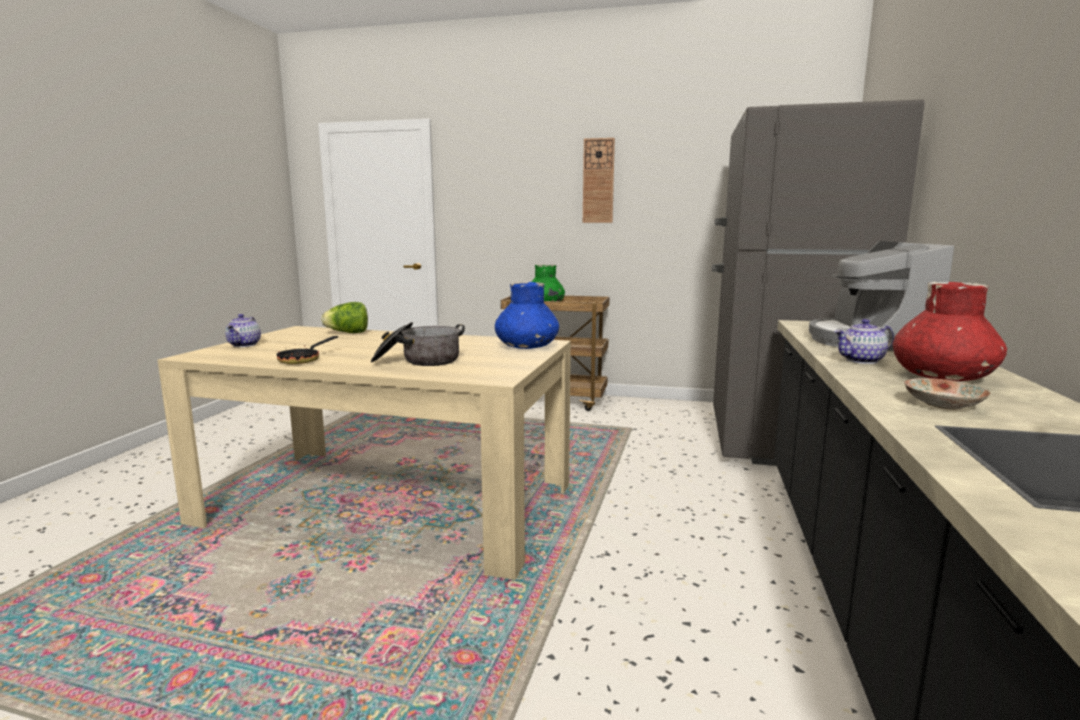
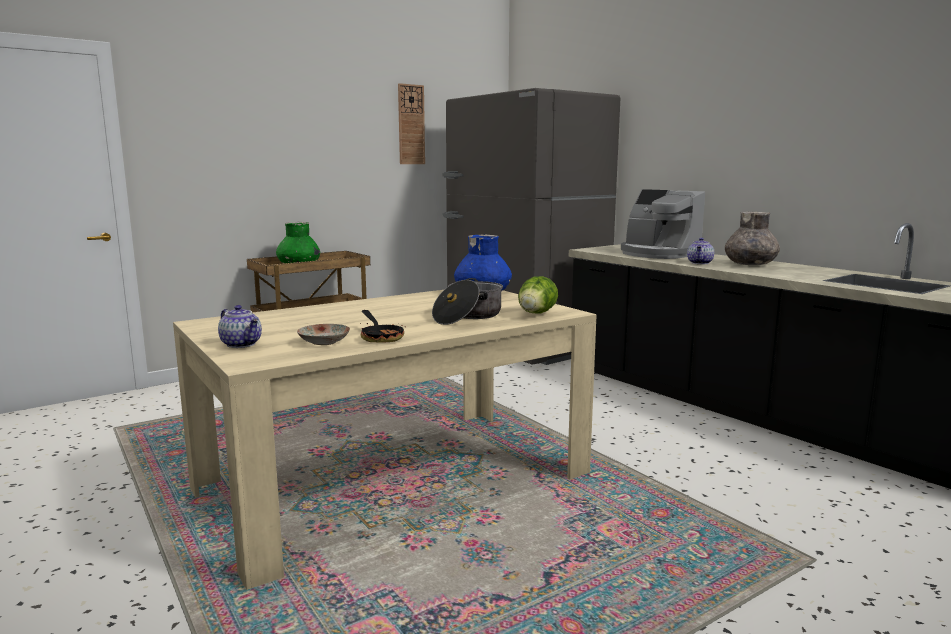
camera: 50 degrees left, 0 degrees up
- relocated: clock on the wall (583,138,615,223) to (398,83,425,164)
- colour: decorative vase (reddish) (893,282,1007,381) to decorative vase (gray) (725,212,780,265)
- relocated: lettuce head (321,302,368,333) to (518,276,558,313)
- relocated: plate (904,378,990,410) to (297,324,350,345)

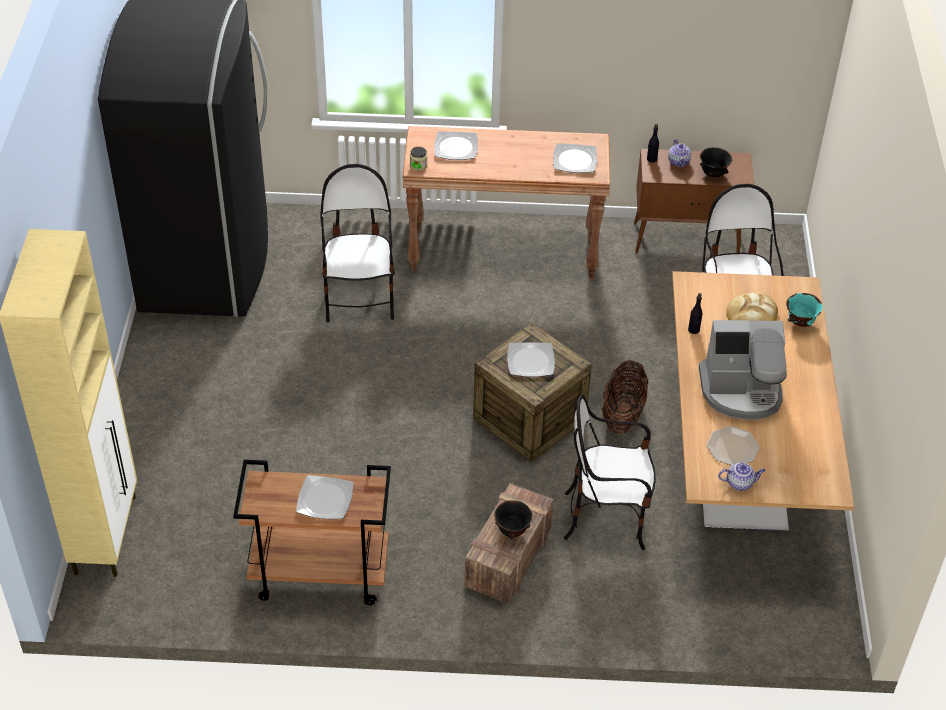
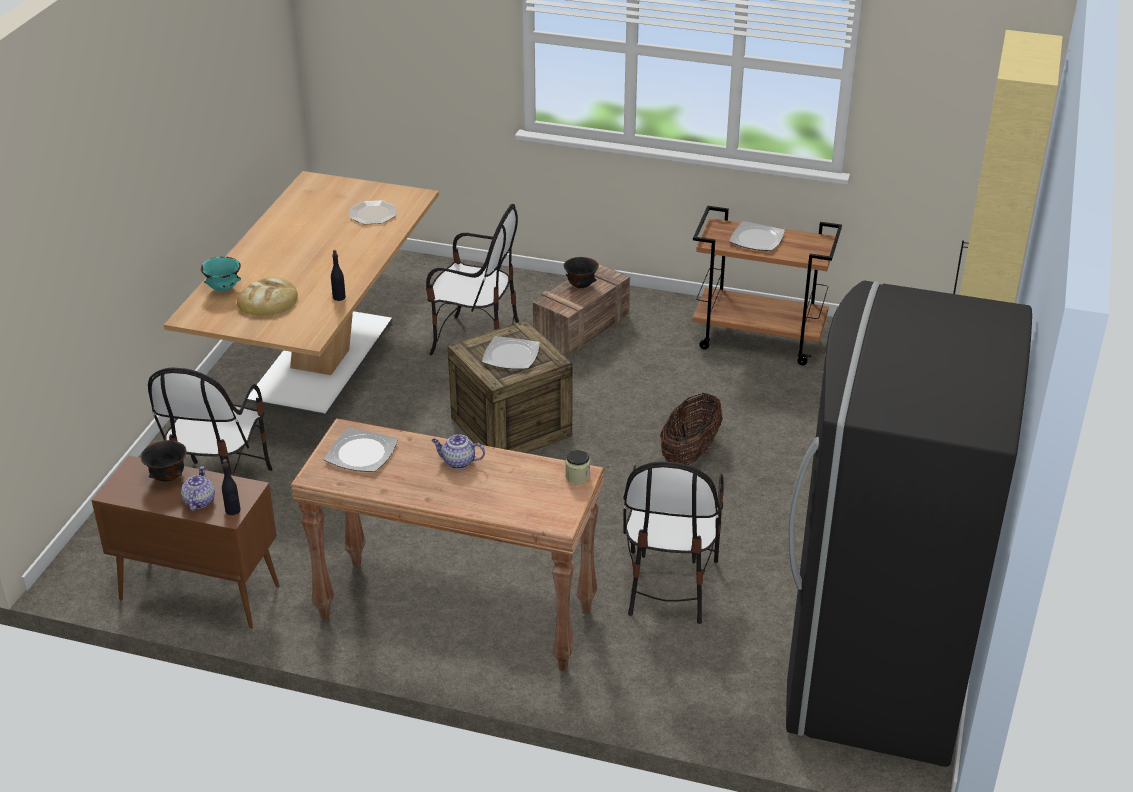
camera: 165 degrees left, 10 degrees down
- missing: plate (434,131,478,160)
- missing: coffee brewer (699,320,787,420)
- relocated: basket (602,360,648,434) to (660,393,723,465)
- relocated: pot for tea (718,462,765,490) to (431,434,485,469)

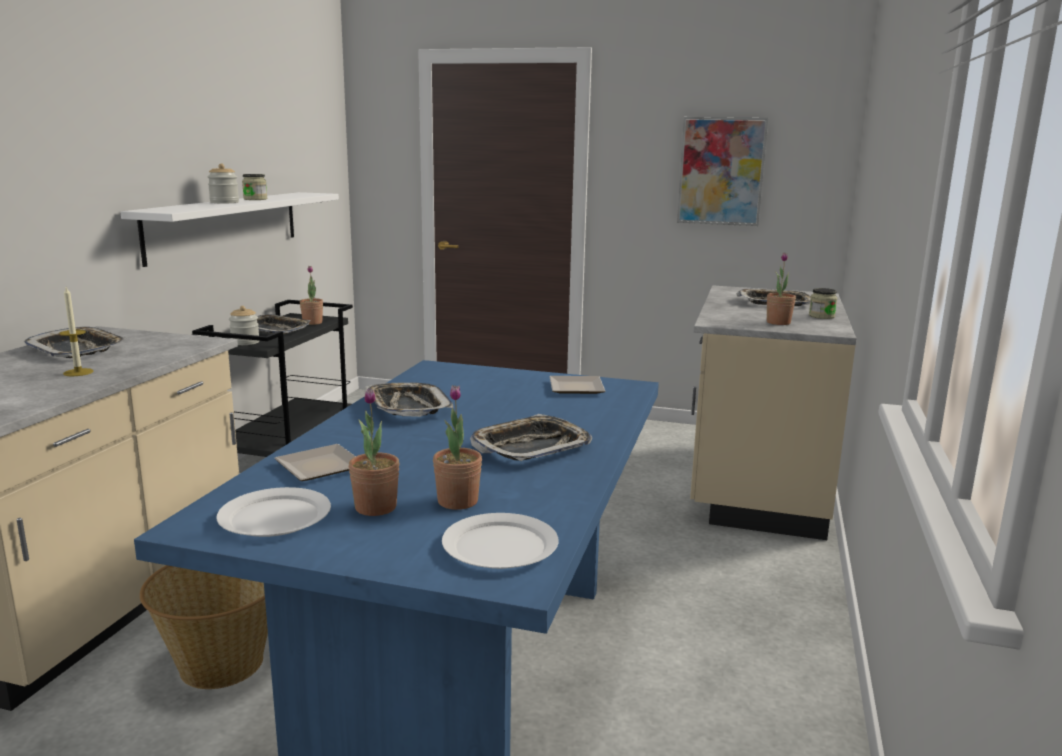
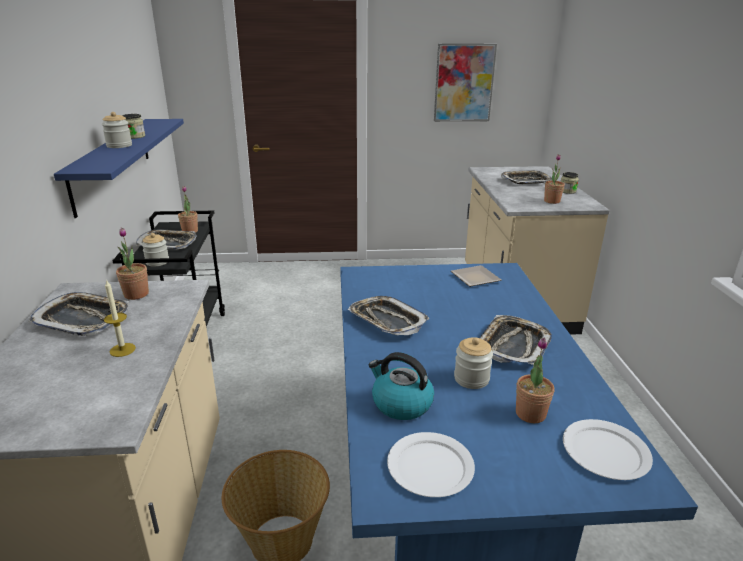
camera: 20 degrees left, 10 degrees up
- colour: wall shelf (white) (120,192,339,267) to wall shelf (bluish) (54,119,184,218)
- relocated: potted plant (349,388,400,516) to (116,227,149,300)
- exchanged: plate (275,444,356,481) to water kettle (368,352,434,420)
- appeared: jar (454,337,493,389)

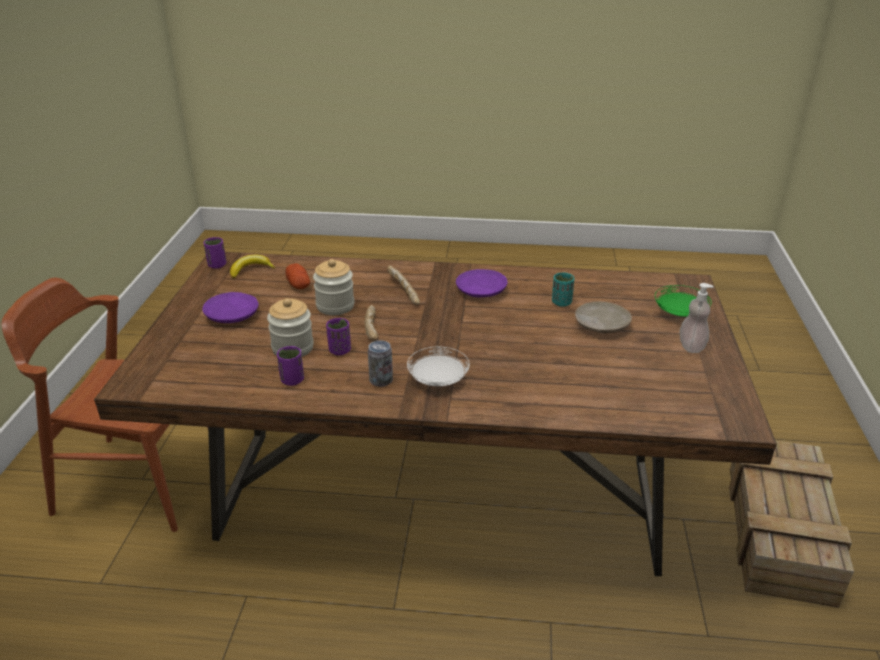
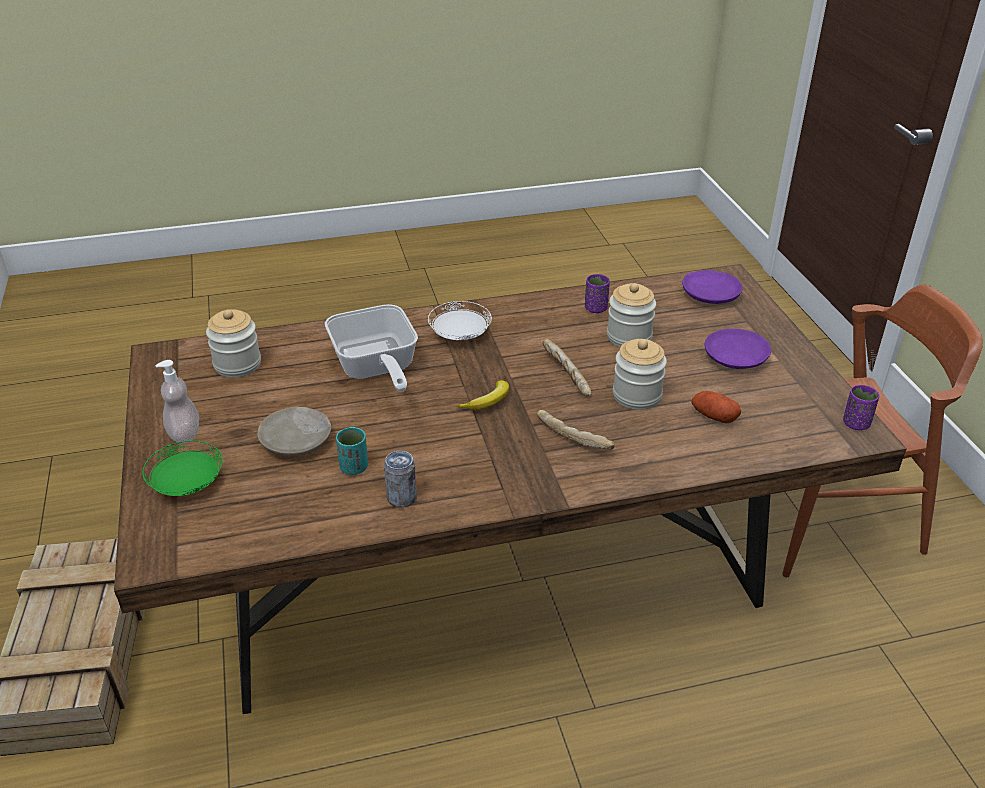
camera: 160 degrees right, 5 degrees up
- relocated: banana fruit (230,255,275,278) to (456,380,509,410)
- relocated: plate (purple) (456,269,508,298) to (682,270,742,304)
- missing: cup (purple) (326,318,351,355)
- relocated: metal can (368,340,393,387) to (384,451,417,508)
- appeared: pan (325,304,418,392)
- appeared: jar (206,309,261,378)

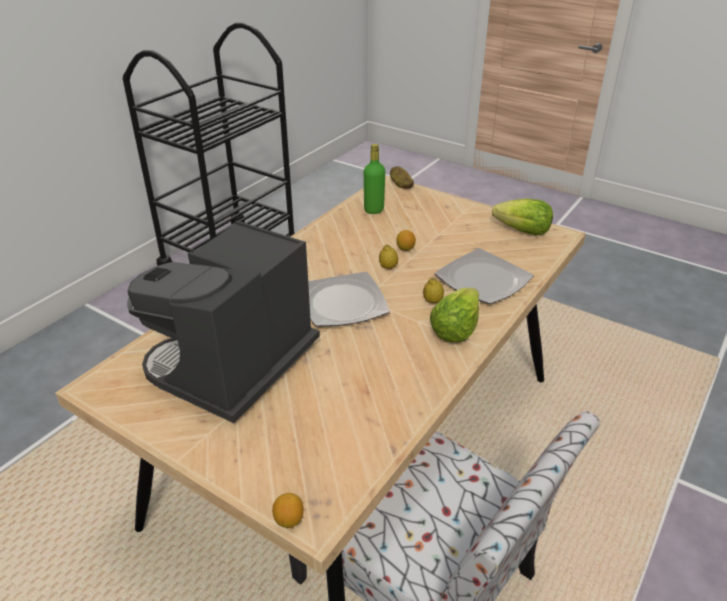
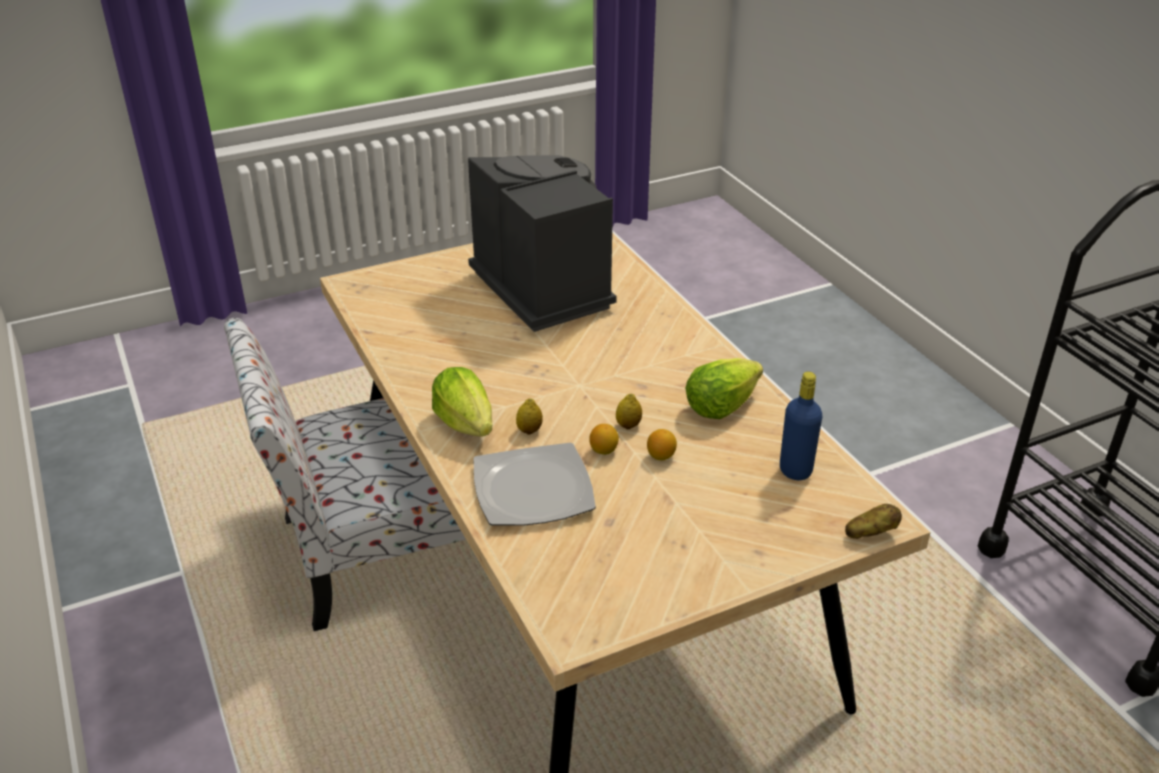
camera: 120 degrees right, 0 degrees up
- colour: drink bottle (green-coloured) (364,144,385,214) to drink bottle (bluish) (780,372,822,480)
- relocated: lettuce head (492,198,553,235) to (685,358,763,419)
- missing: plate (308,272,390,326)
- relocated: lemon (272,493,304,528) to (589,424,619,455)

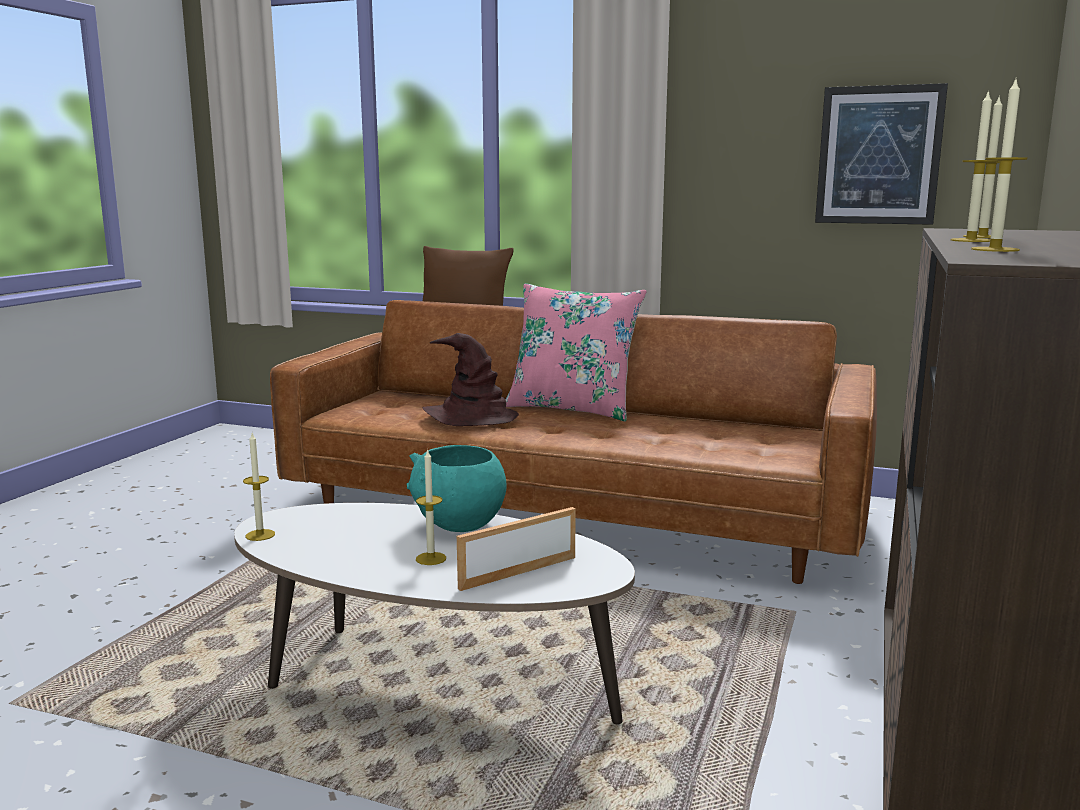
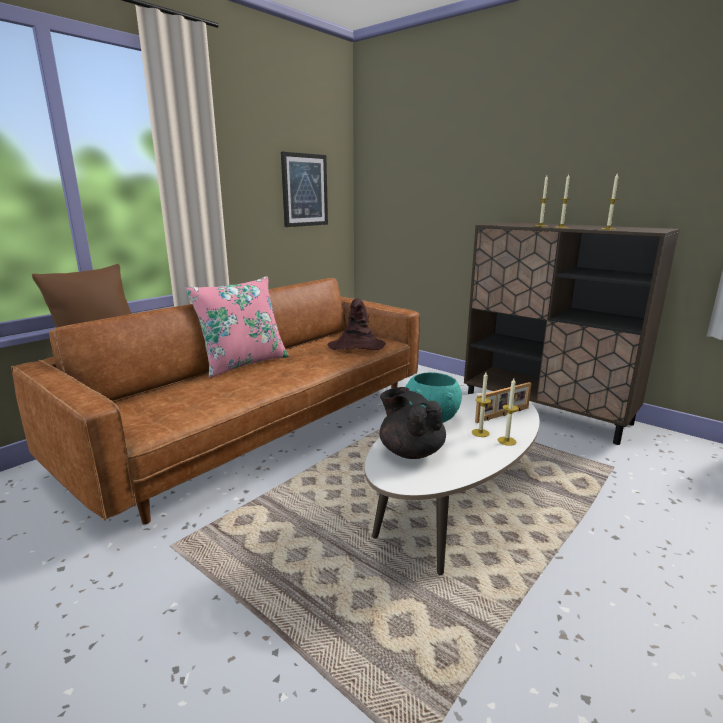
camera: 70 degrees left, 5 degrees up
- relocated: clothing hat (brown) (423,333,519,426) to (327,298,386,350)
- relocated: wax light (243,433,275,541) to (498,378,519,446)
- spun: standing frame (457,507,576,591) = (475,382,531,423) 105 degrees counterclockwise
- appeared: pot for tea (black) (379,387,446,459)

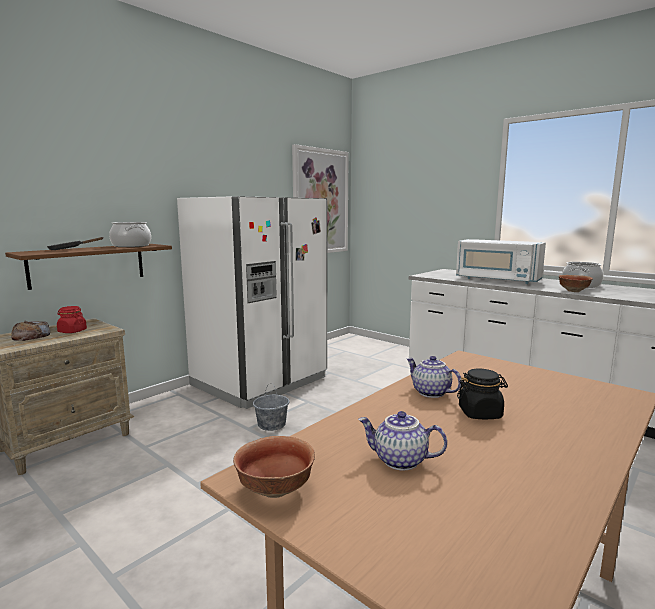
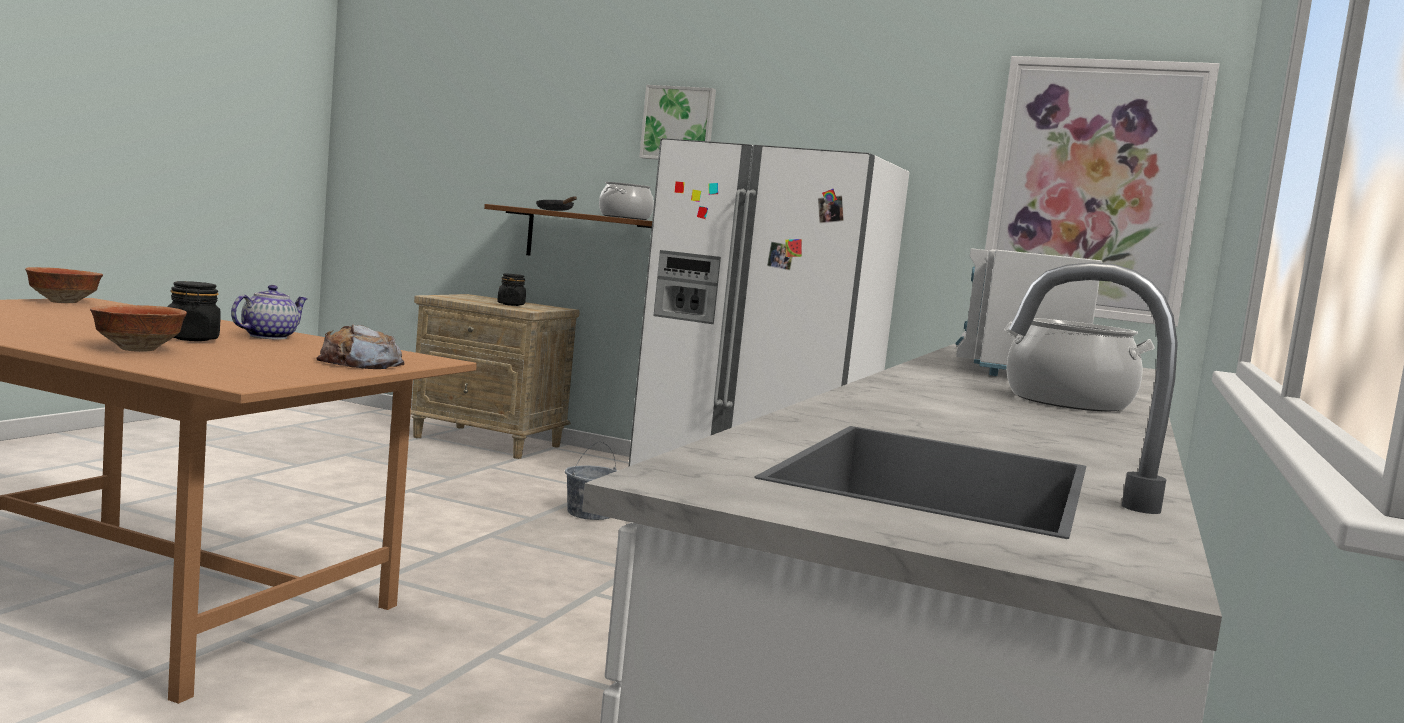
camera: 70 degrees right, 5 degrees down
- relocated: deep dish (559,275,593,292) to (90,305,187,352)
- colour: jar (reddish) (57,306,87,333) to jar (black) (497,273,526,306)
- relocated: baked bread (11,321,50,341) to (317,324,404,369)
- missing: pot for tea (358,411,447,470)
- appeared: wall art (639,85,716,160)

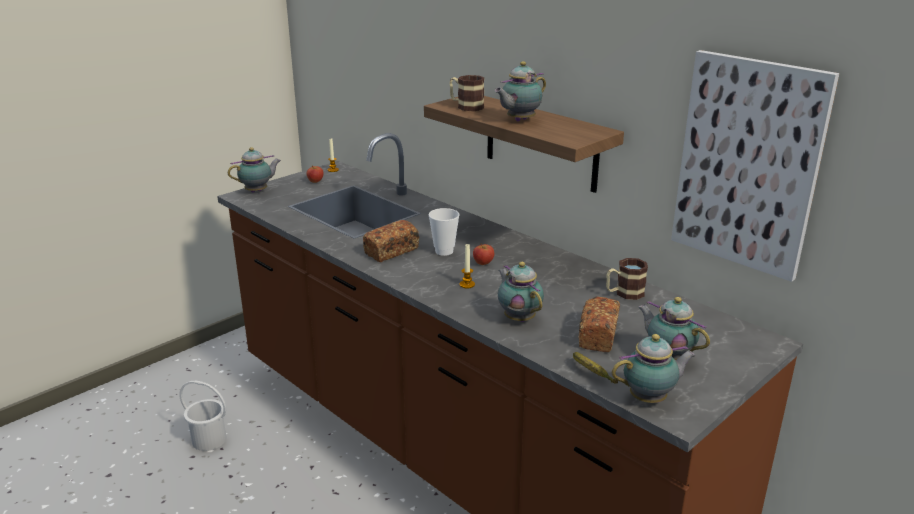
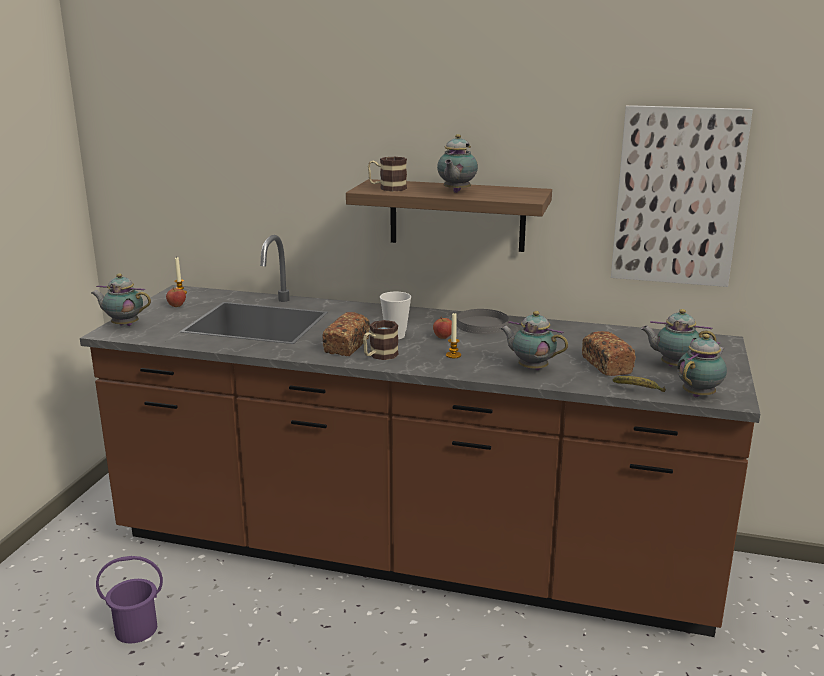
camera: 30 degrees left, 5 degrees down
- spun: pot for tea (228,147,281,193) = (91,273,151,326) 105 degrees counterclockwise
- relocated: mug (606,258,648,300) to (363,320,399,360)
- colour: bucket (white) (179,381,226,451) to bucket (purple) (96,556,163,644)
- appeared: plate (gray) (457,309,509,334)

